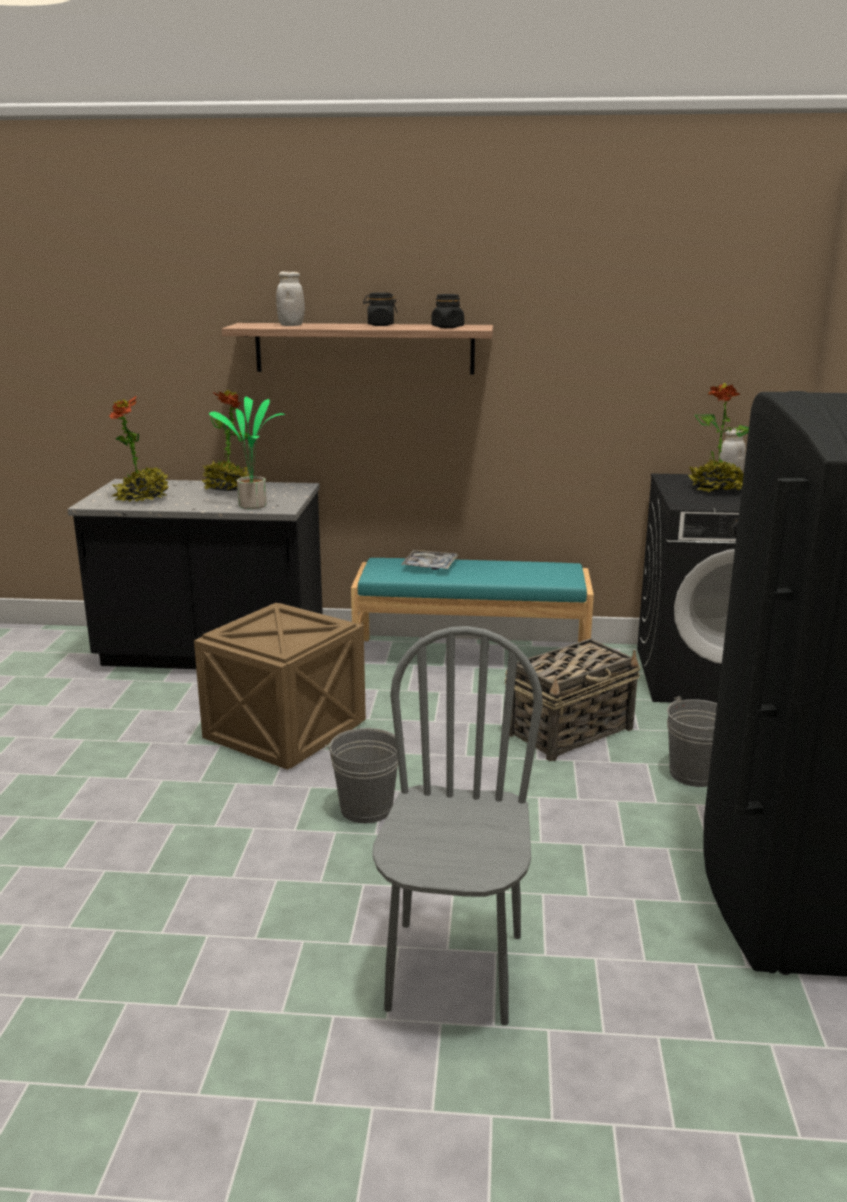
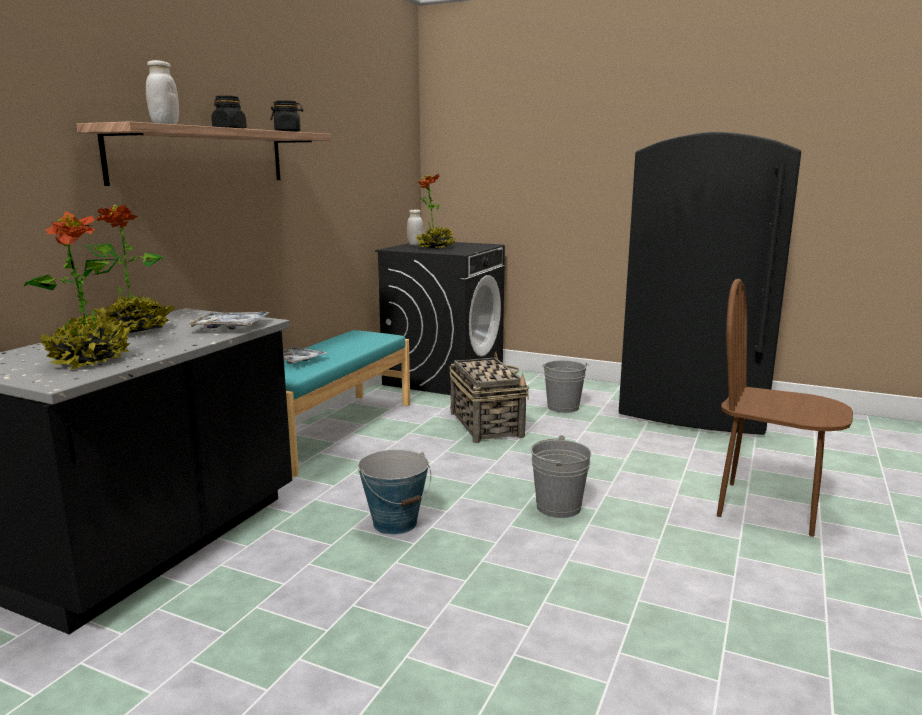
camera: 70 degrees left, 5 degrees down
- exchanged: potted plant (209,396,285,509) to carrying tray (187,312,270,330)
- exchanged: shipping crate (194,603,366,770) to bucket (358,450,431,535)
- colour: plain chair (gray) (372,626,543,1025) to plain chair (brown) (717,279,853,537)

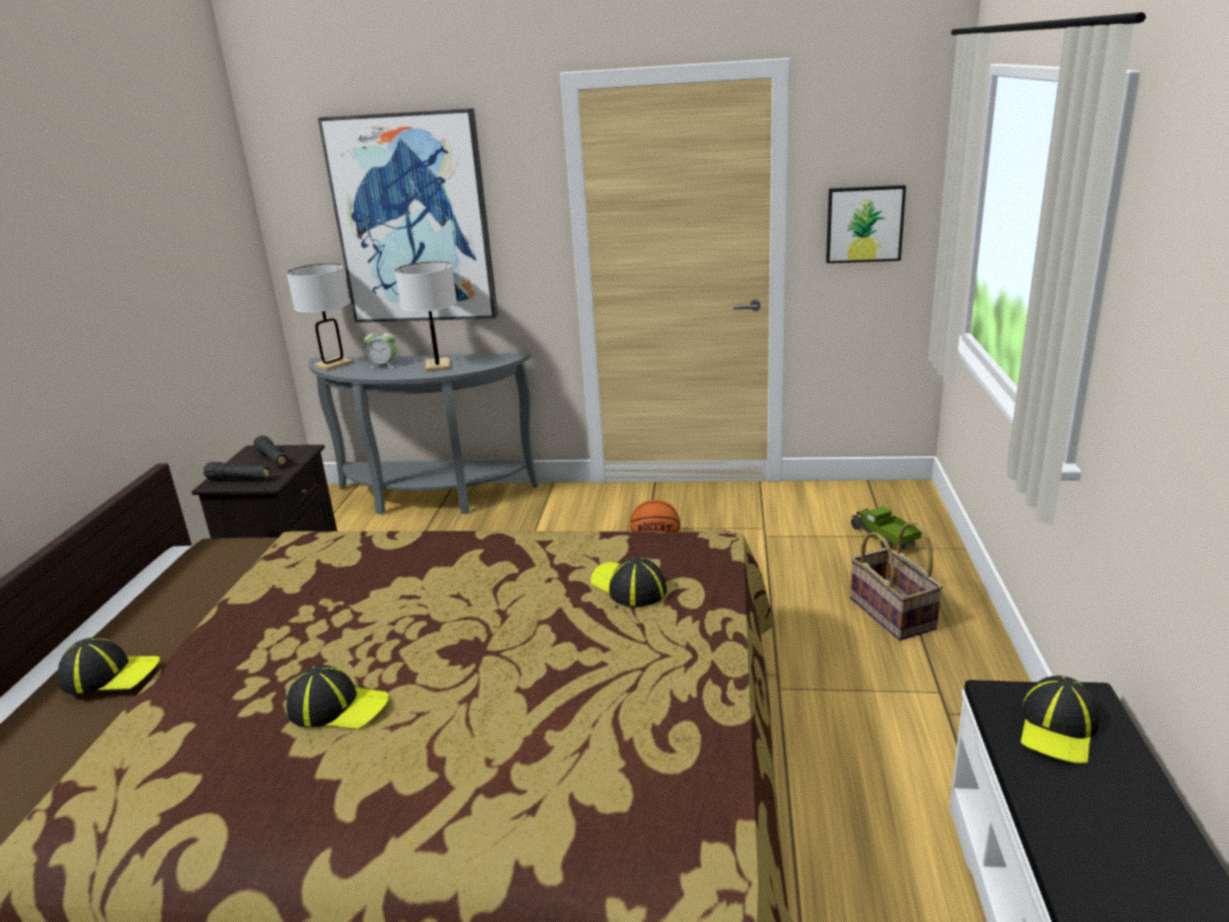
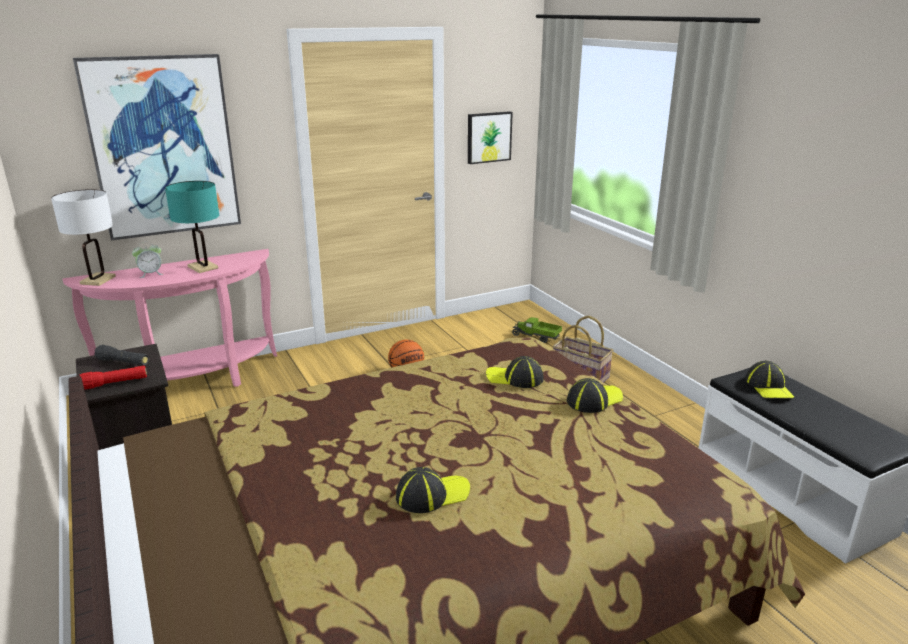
camera: 35 degrees left, 0 degrees up
- colour: tabletop lamp (white) (395,262,457,372) to tabletop lamp (blue-green) (165,181,219,273)
- colour: hall table (gray) (309,353,538,515) to hall table (pinkish) (63,249,277,387)
- colour: flashlight (black) (204,462,270,480) to flashlight (reddish) (79,366,147,390)
- relocated: peaked cap (57,637,160,695) to (567,378,623,413)

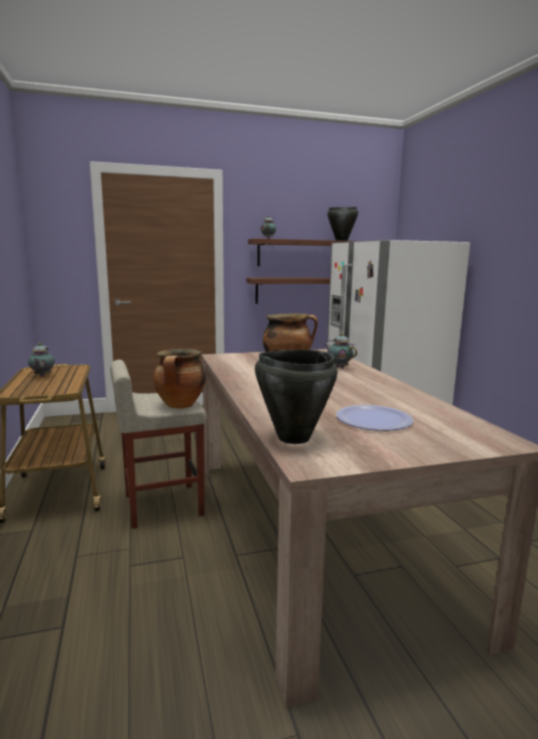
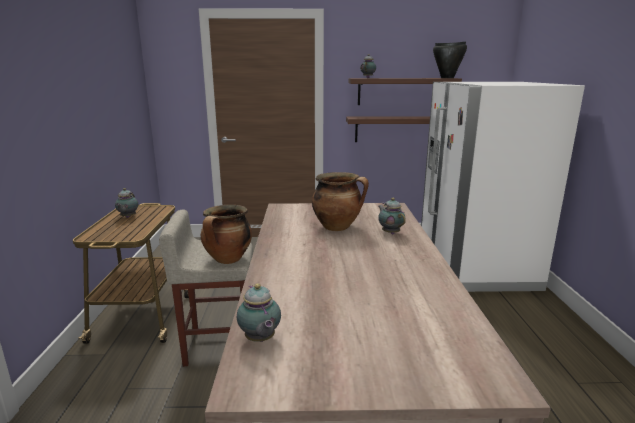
camera: 15 degrees right, 5 degrees up
- exchanged: saucepot (black) (255,350,338,444) to pot for tea (237,283,281,342)
- missing: plate (336,405,413,431)

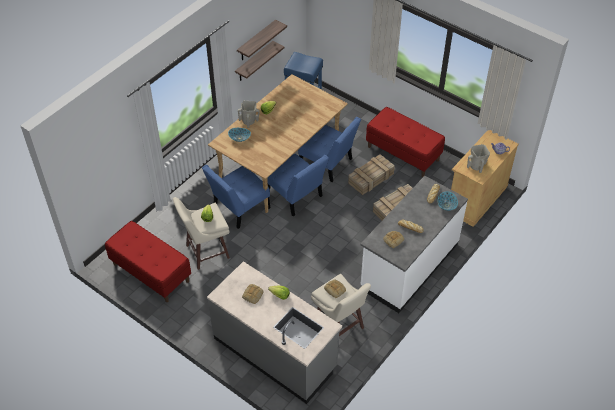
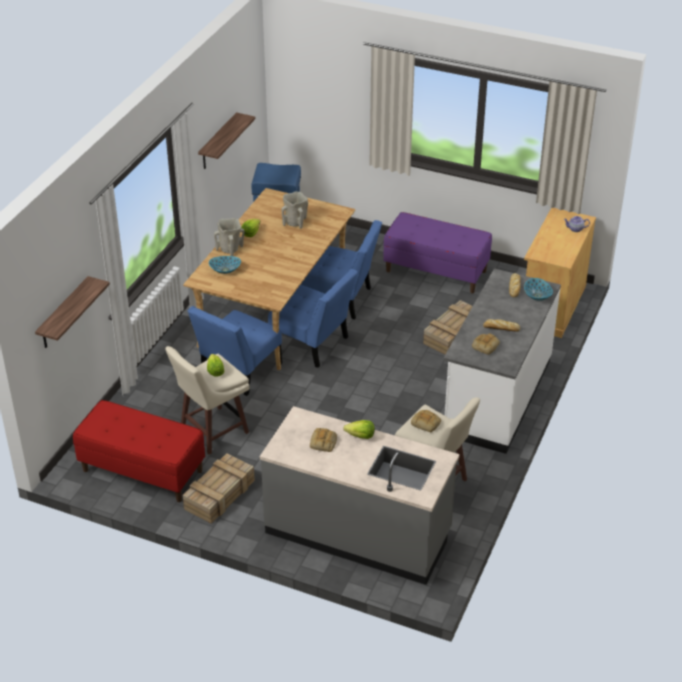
camera: 15 degrees left, 10 degrees down
- relocated: wall shelf (235,41,285,81) to (35,276,110,348)
- colour: indoor bench (reddish) (366,107,445,177) to indoor bench (purple) (383,212,492,293)
- relocated: decorative vase (sand-coloured) (467,144,490,173) to (281,191,308,229)
- relocated: shipping crate (348,154,395,195) to (183,453,255,523)

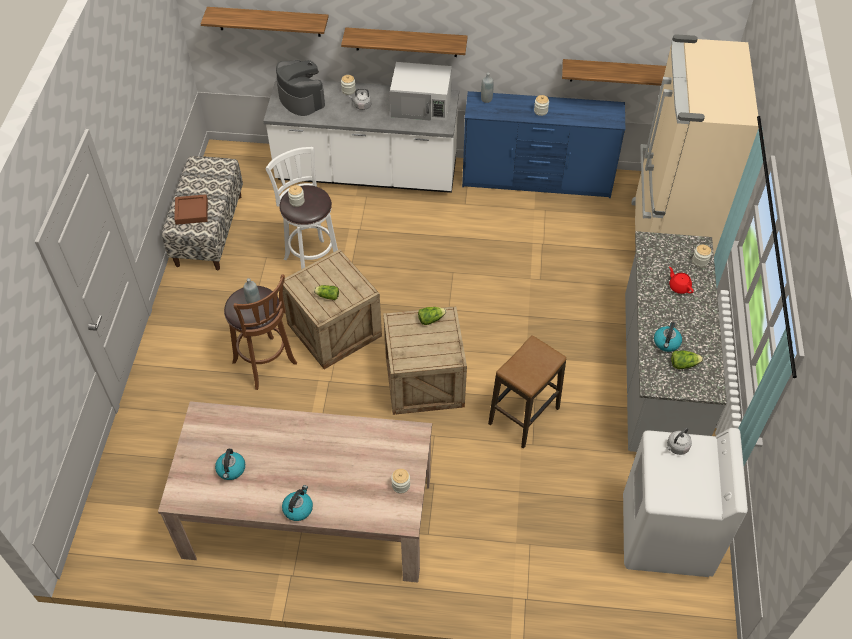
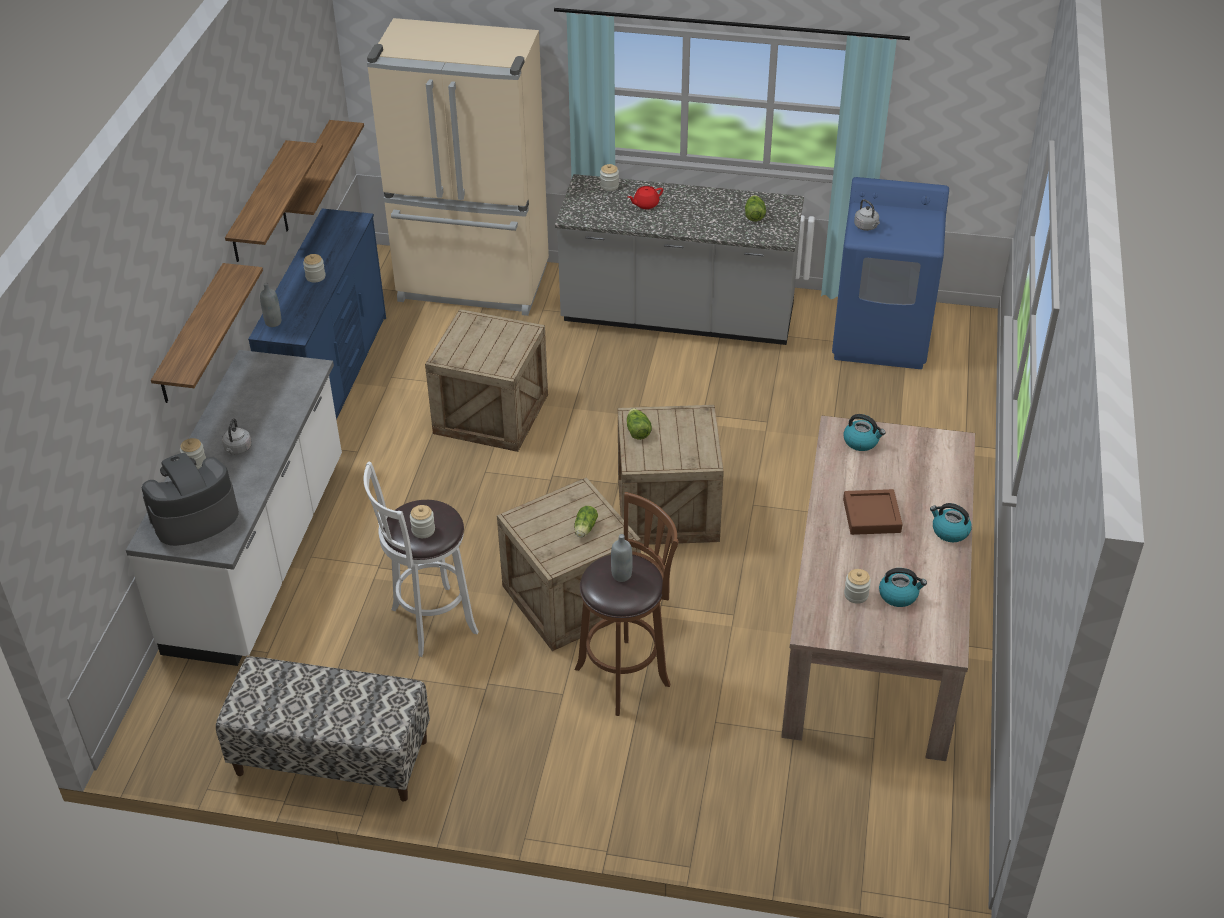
camera: 85 degrees left, 10 degrees down
- relocated: wall shelf (201,7,329,37) to (225,140,323,262)
- missing: microwave (white) (390,62,452,121)
- relocated: carrying tray (brown) (174,194,208,225) to (843,489,903,535)
- relocated: water kettle (654,322,682,352) to (843,414,886,451)
- missing: sitting stool (488,335,566,449)
- colour: laundry machine (white) (623,428,748,577) to laundry machine (bluish) (832,177,949,369)
- relocated: jar (391,469,410,494) to (844,569,871,604)
- appeared: shipping crate (425,309,548,452)

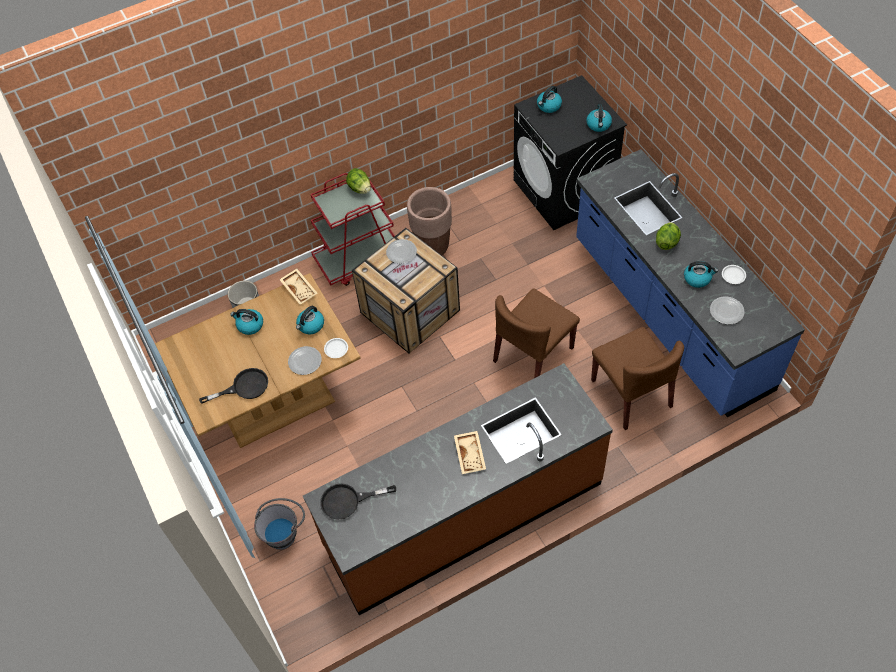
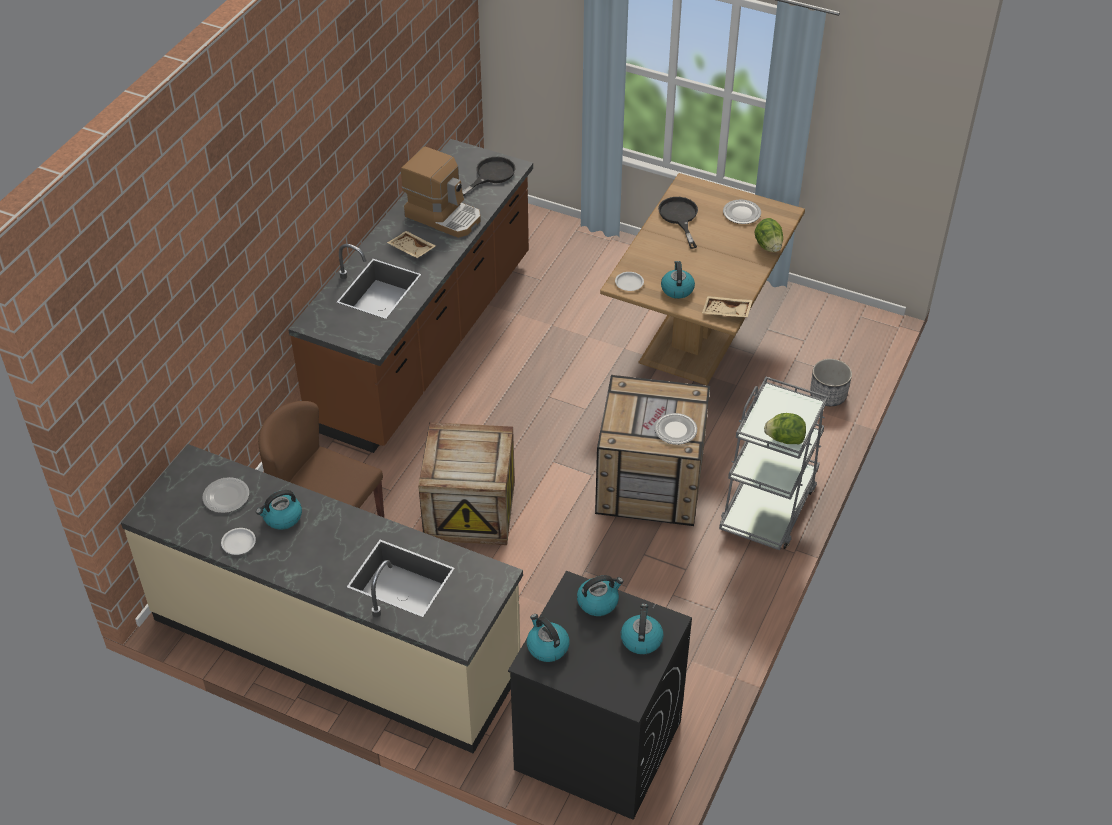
camera: 140 degrees right, 10 degrees down
- colour: kitchen counter (bluish) (576,149,805,417) to kitchen counter (sand-coloured) (121,444,523,754)
- colour: cart (reddish) (311,173,395,286) to cart (gray) (719,377,828,550)
- missing: plant pot (brown) (407,187,452,255)
- relocated: lettuce head (656,222,681,250) to (754,218,783,252)
- exchanged: plain chair (brown) (493,288,580,378) to shipping crate (418,422,515,545)
- relocated: water kettle (230,309,263,335) to (577,575,624,616)
- relocated: plate (288,346,322,375) to (723,199,761,224)
- spun: pan (black) (199,368,268,404) = (658,197,698,249) 135 degrees clockwise
- missing: bucket (gray) (254,498,305,550)
- appeared: coffee brewer (401,147,481,238)

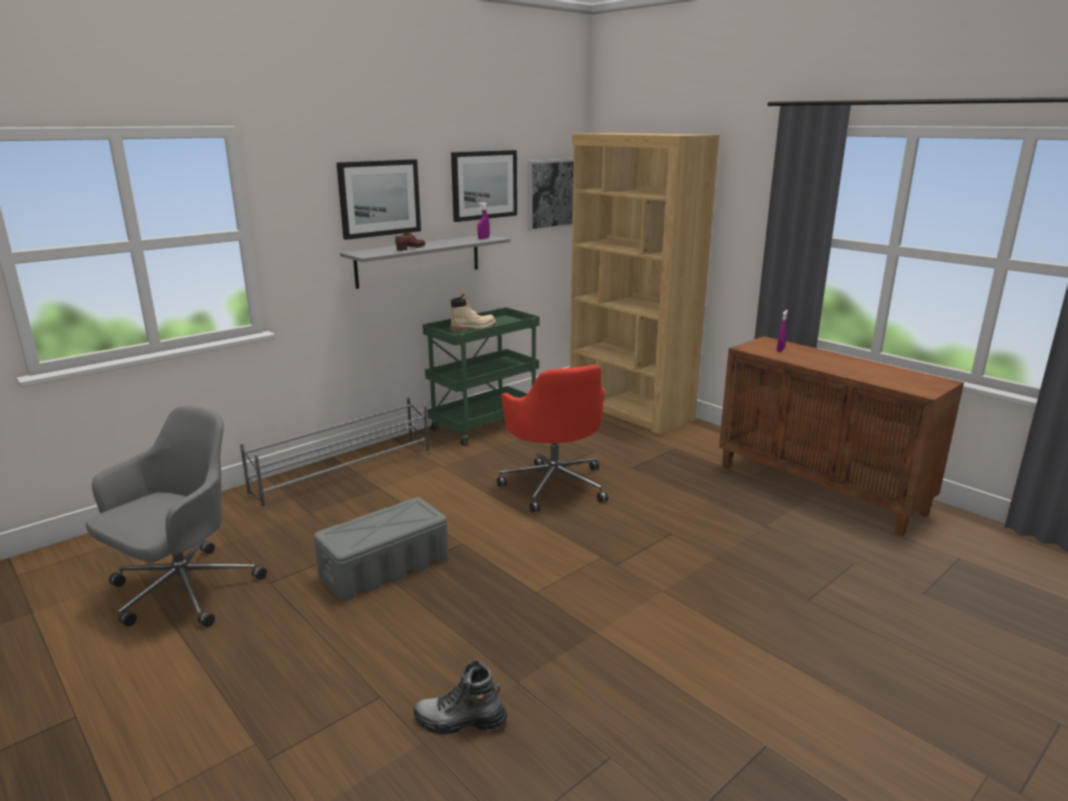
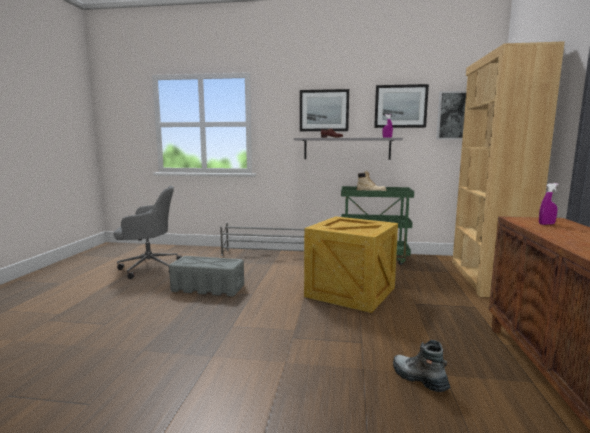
camera: 50 degrees right, 10 degrees down
- exchanged: computer chair (reddish) (497,365,608,512) to shipping crate (304,216,398,313)
- relocated: high-top boot (414,660,507,735) to (393,340,450,392)

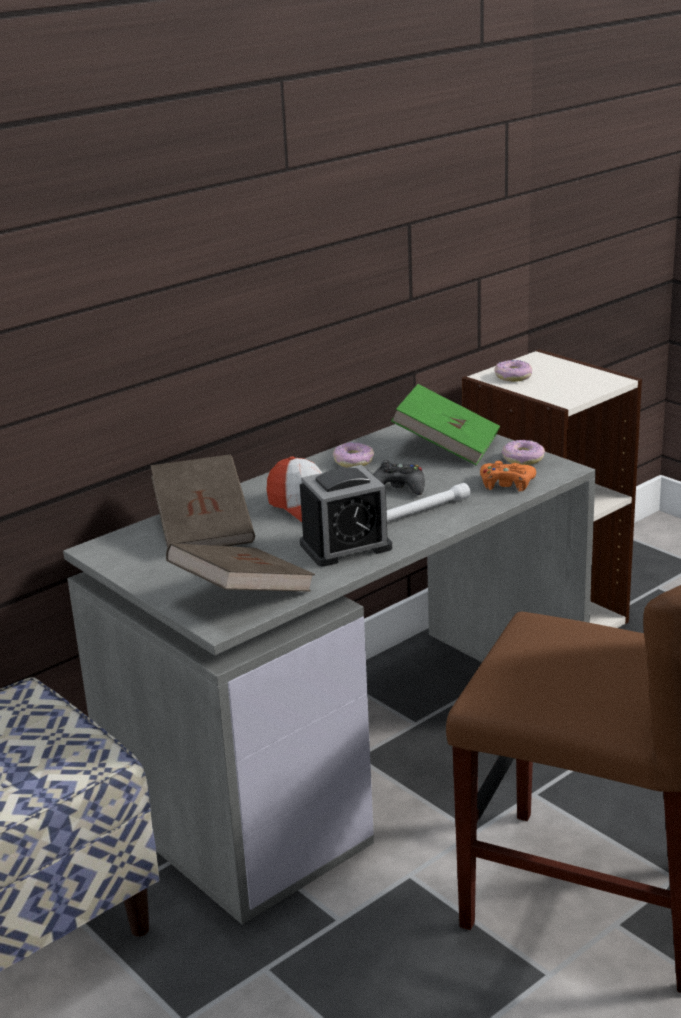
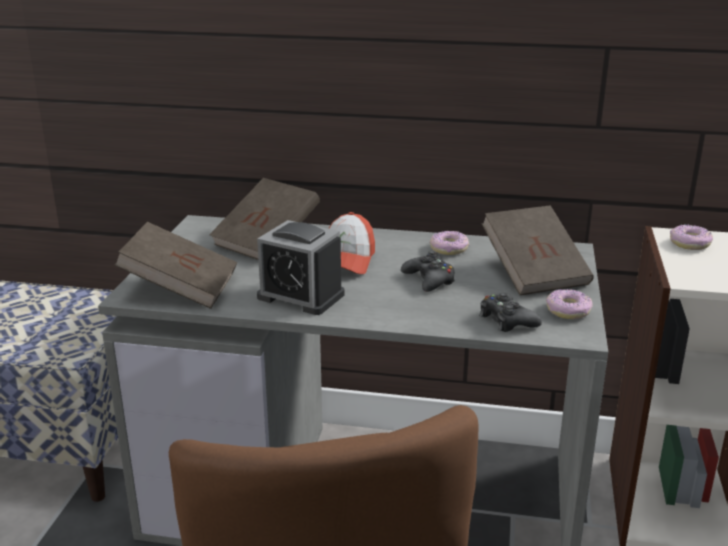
camera: 50 degrees right, 0 degrees up
- colour: bound book (green-coloured) (391,384,500,465) to bound book (brown) (482,205,594,295)
- colour: joypad (orangey) (480,461,536,491) to joypad (black) (479,293,542,332)
- missing: flashlight (white) (387,483,470,522)

